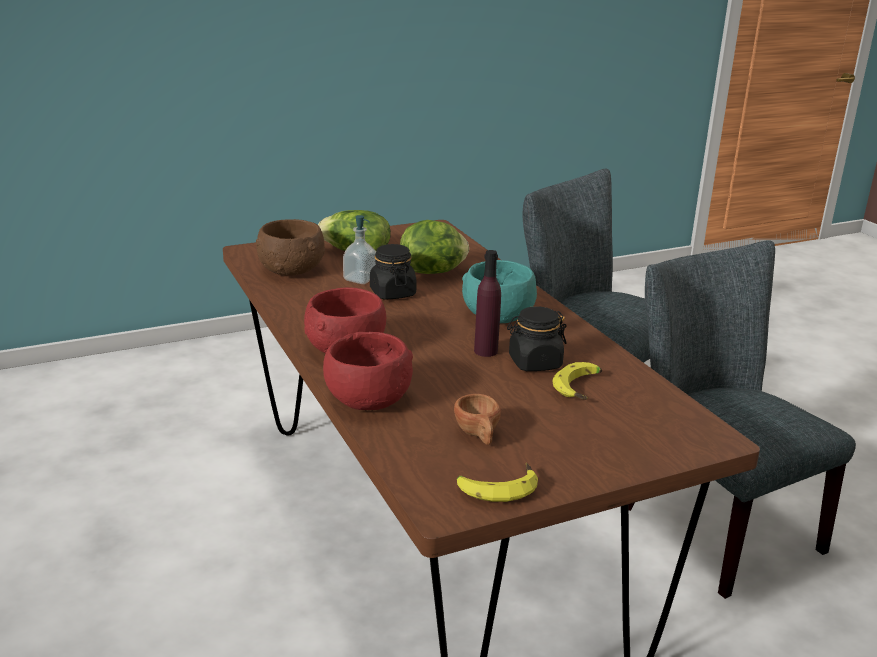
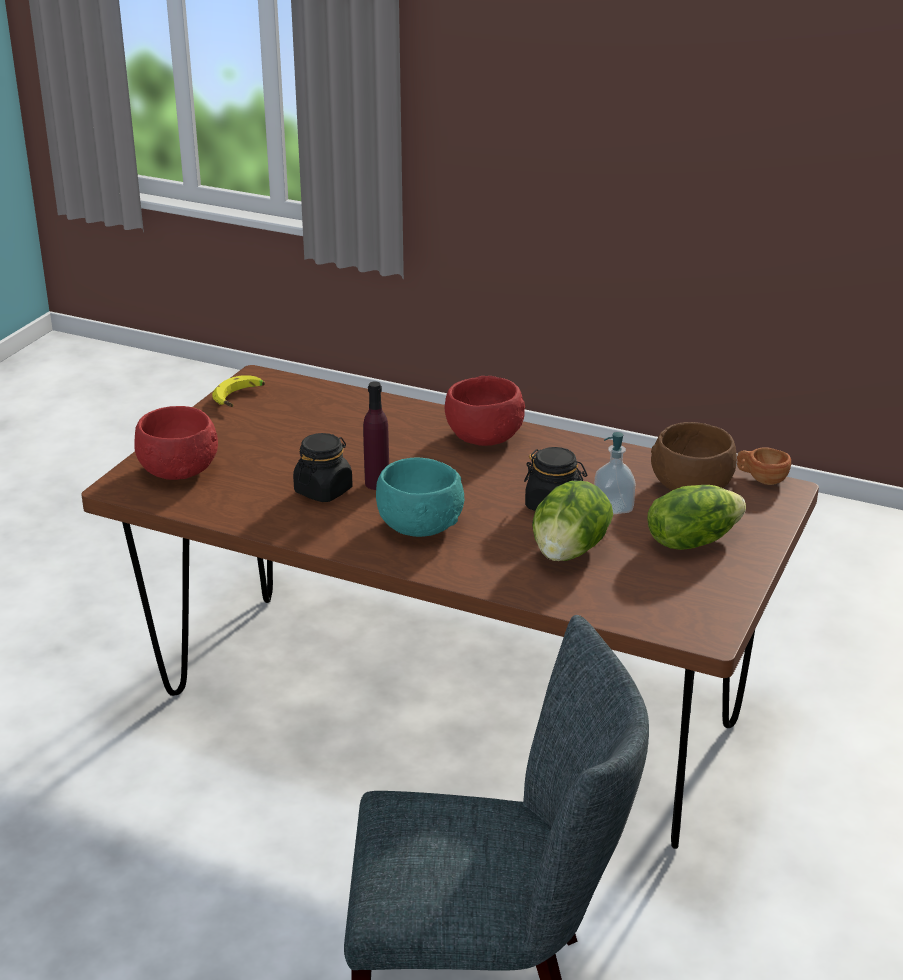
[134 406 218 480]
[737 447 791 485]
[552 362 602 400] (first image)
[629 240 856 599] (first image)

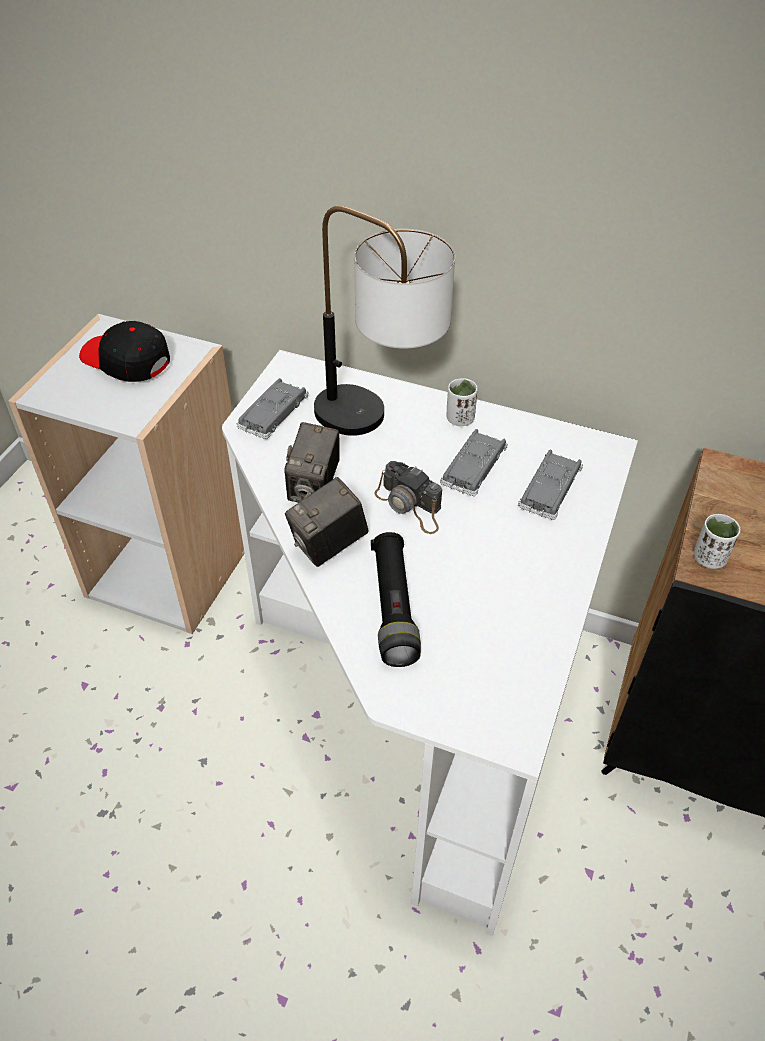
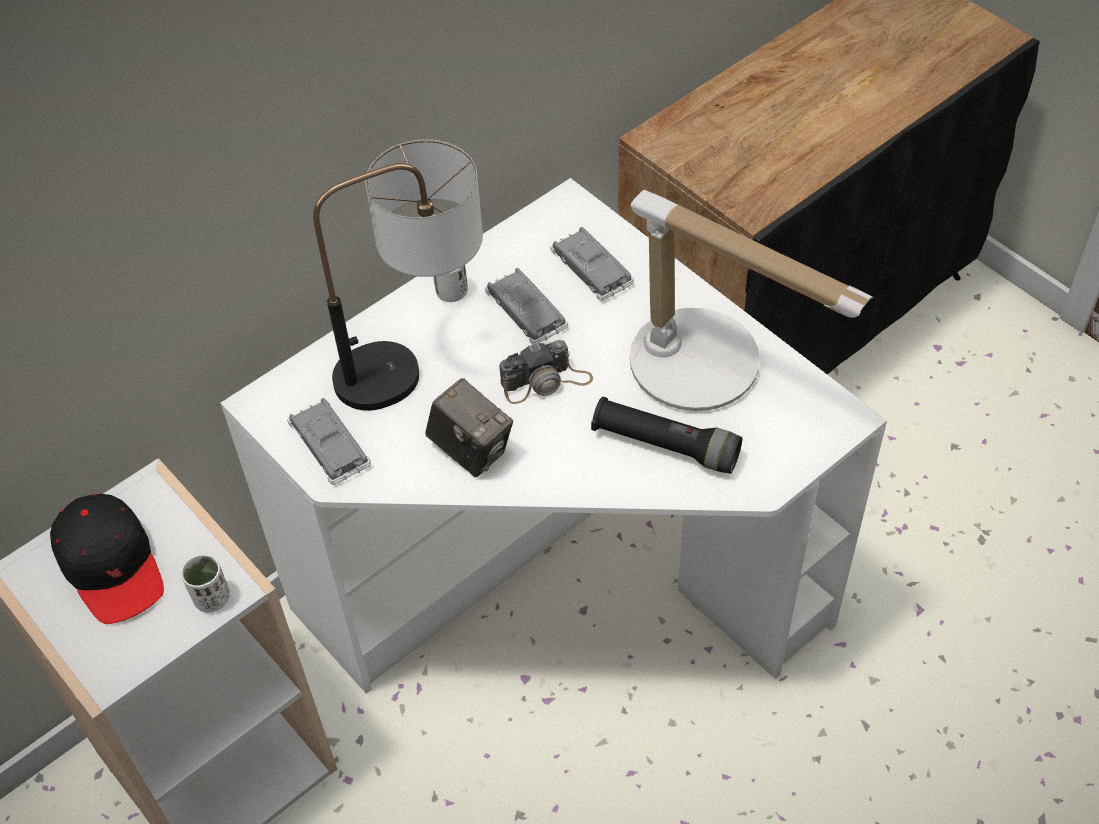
[50 494 164 624]
[285 477 369 567] (first image)
[181 554 230 613]
[630 190 873 411]

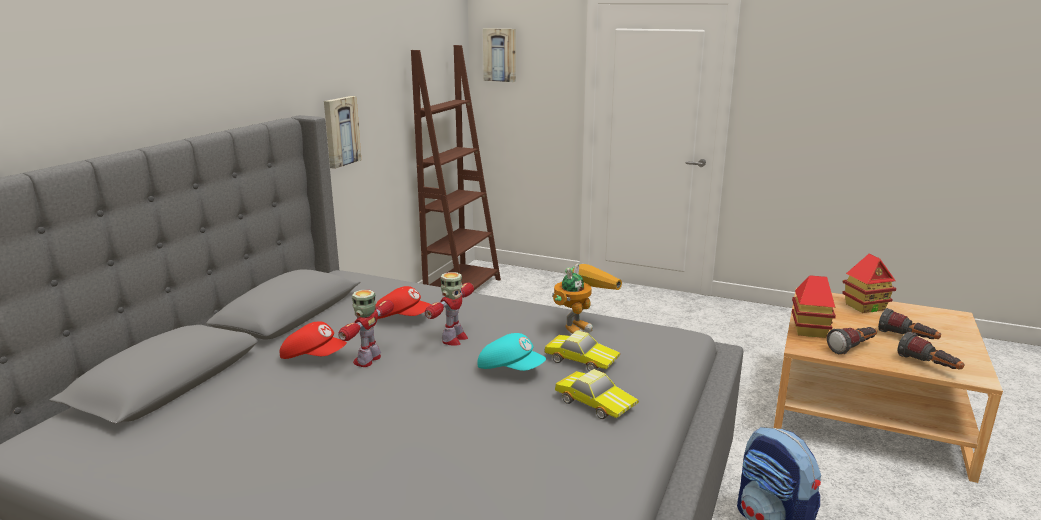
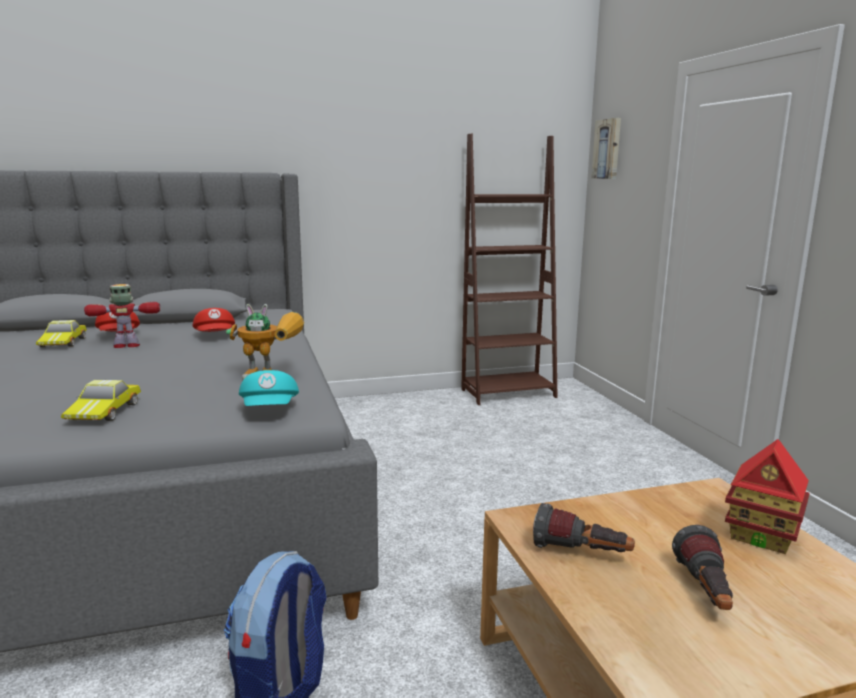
[324 96 361 169] (first image)
[425 272 474 346] (first image)
[239 370 299 406]
[36 320 87 347]
[792 275 836 338] (first image)
[898 332 964 370] (first image)

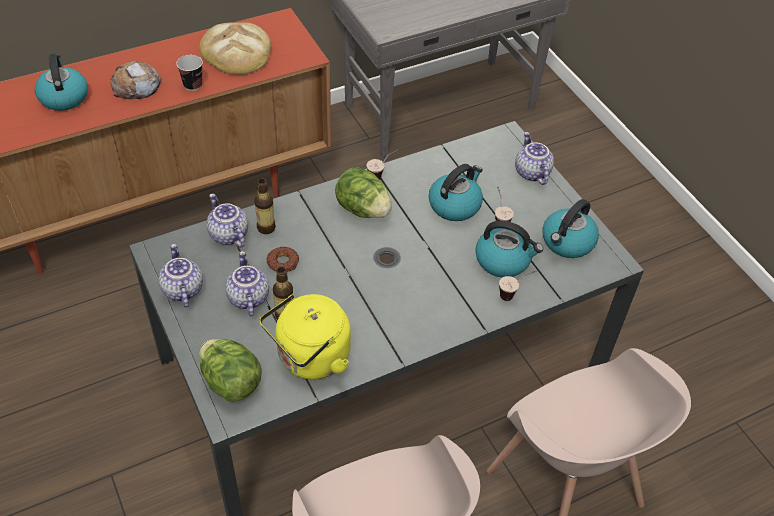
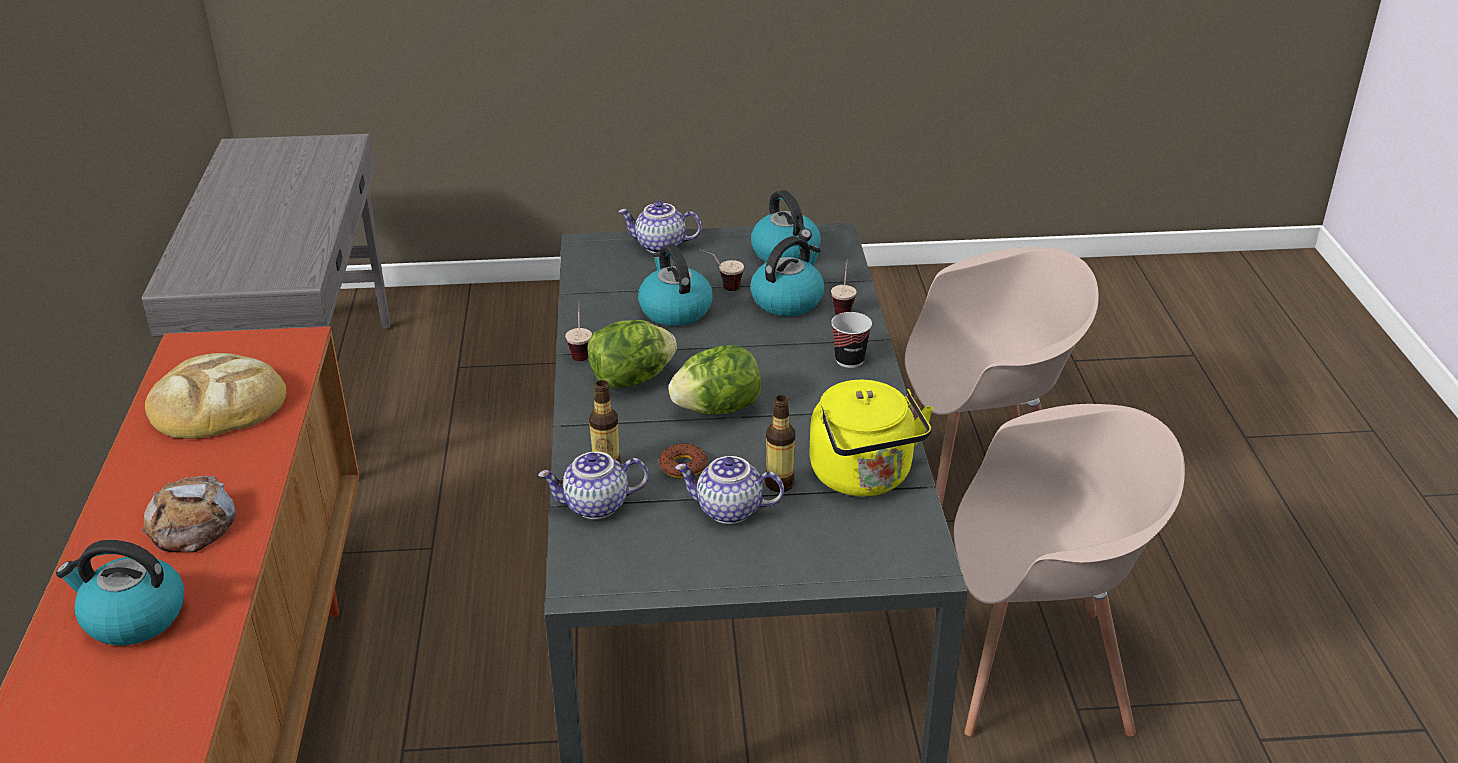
[159 244 203 308] (first image)
[831 312 872 368]
[668 345 761 414]

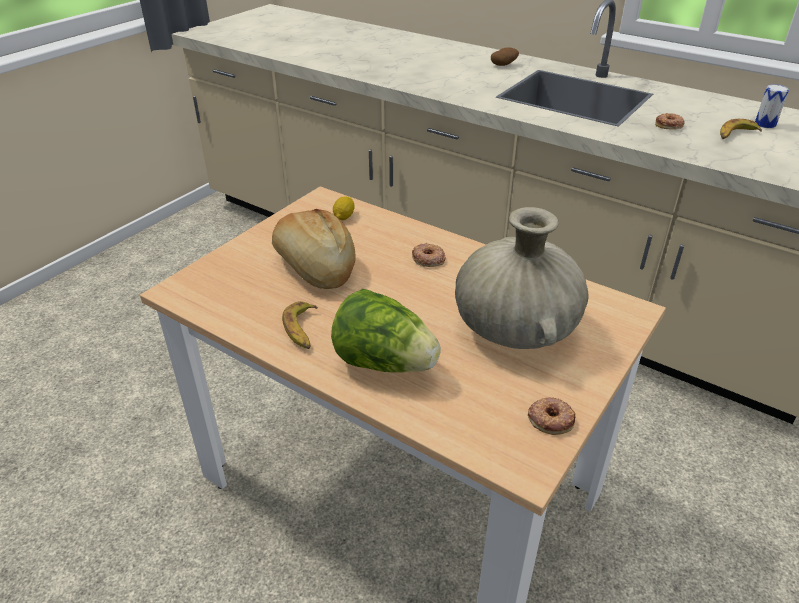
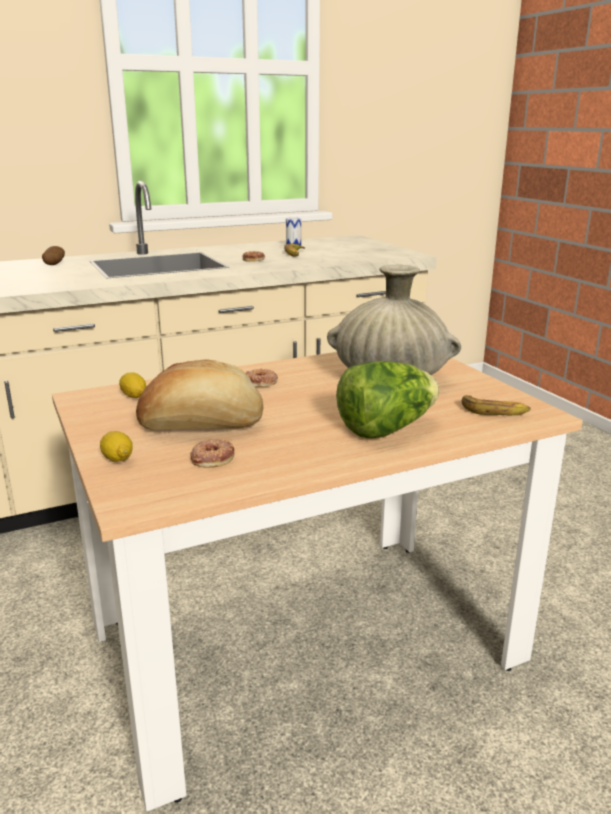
[462 395 531 415]
[190 439 235 468]
[100 431 133 462]

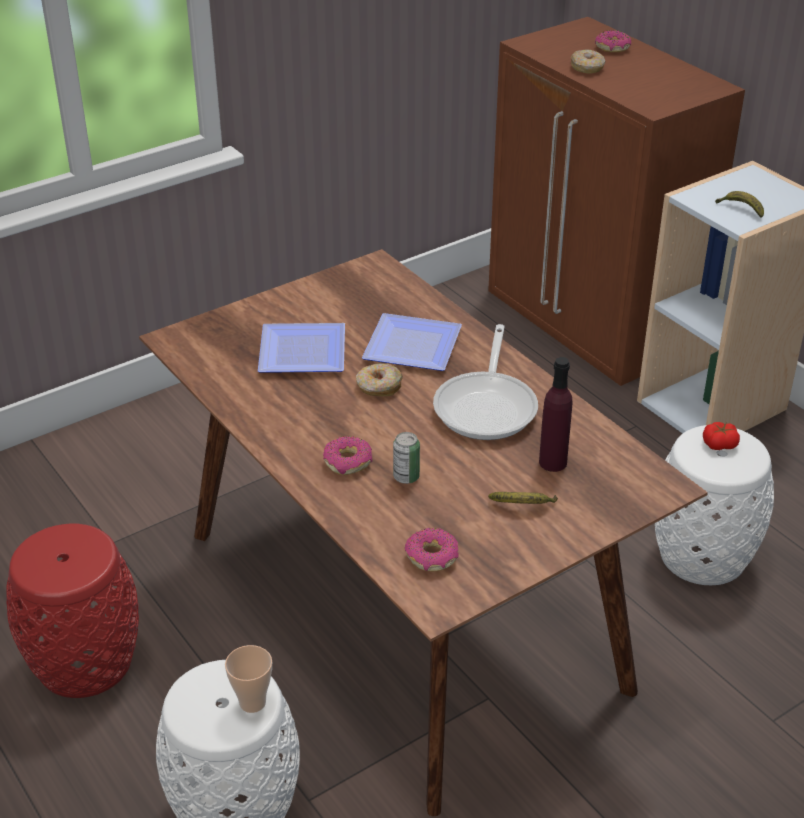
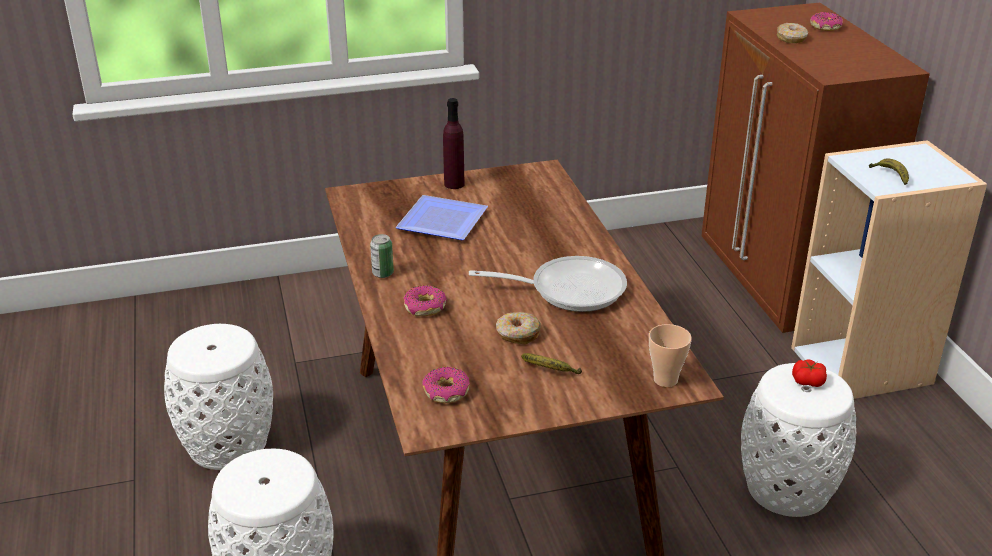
[164 324 273 470]
[649 324 692 387]
[496 312 541 344]
[362 313 462 371] (first image)
[370 234 394 278]
[469 256 627 312]
[443 98 465 189]

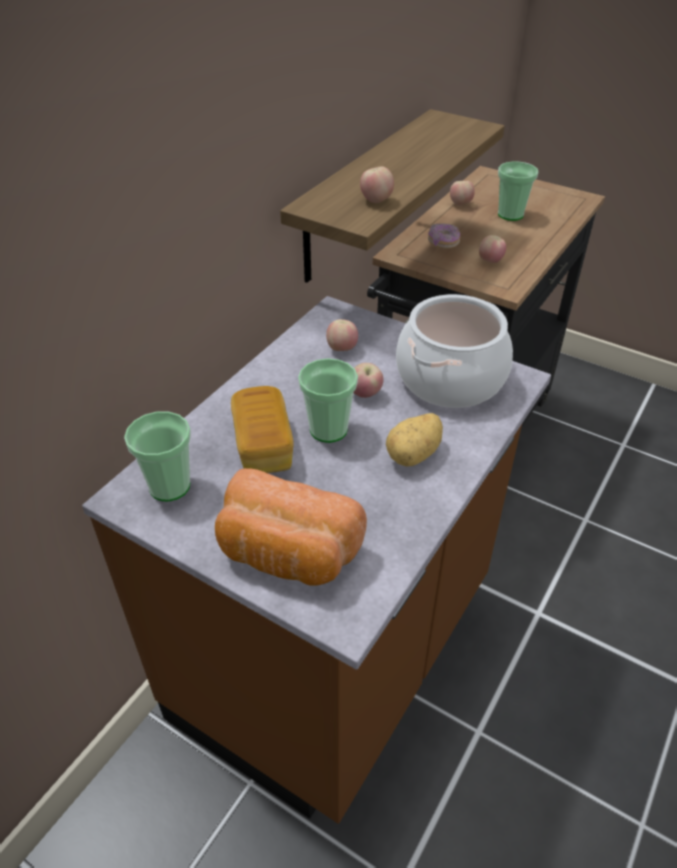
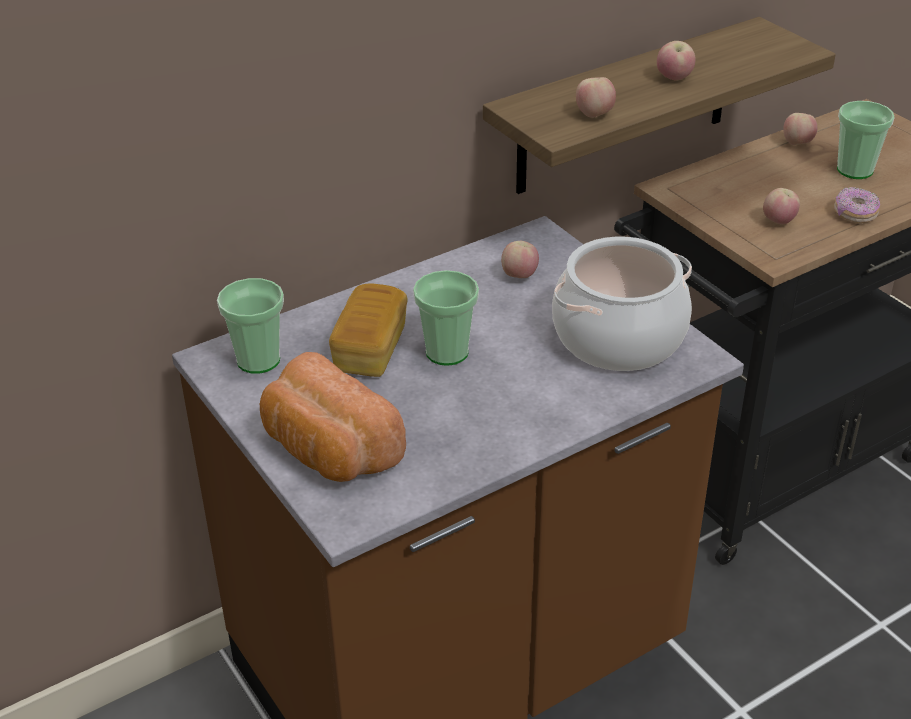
[657 41 696 81]
[386 413 443 467] (first image)
[834 187 880 223]

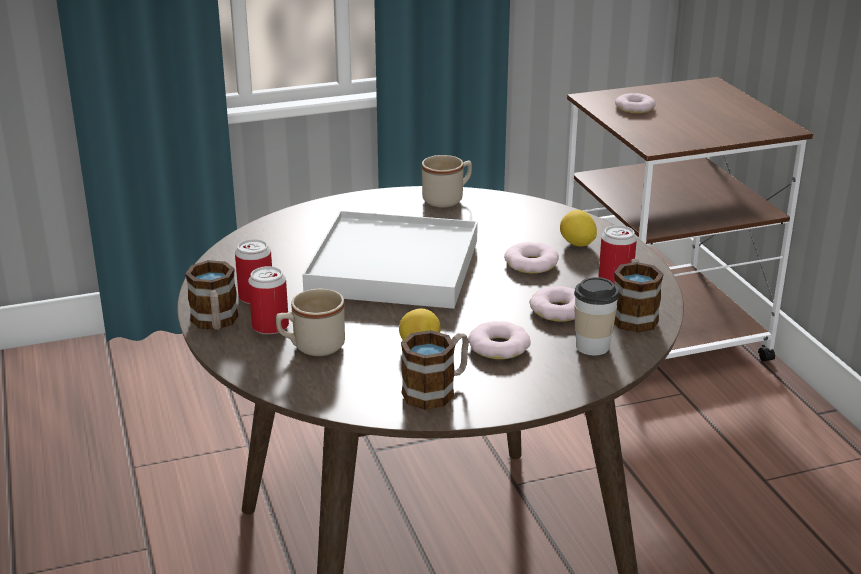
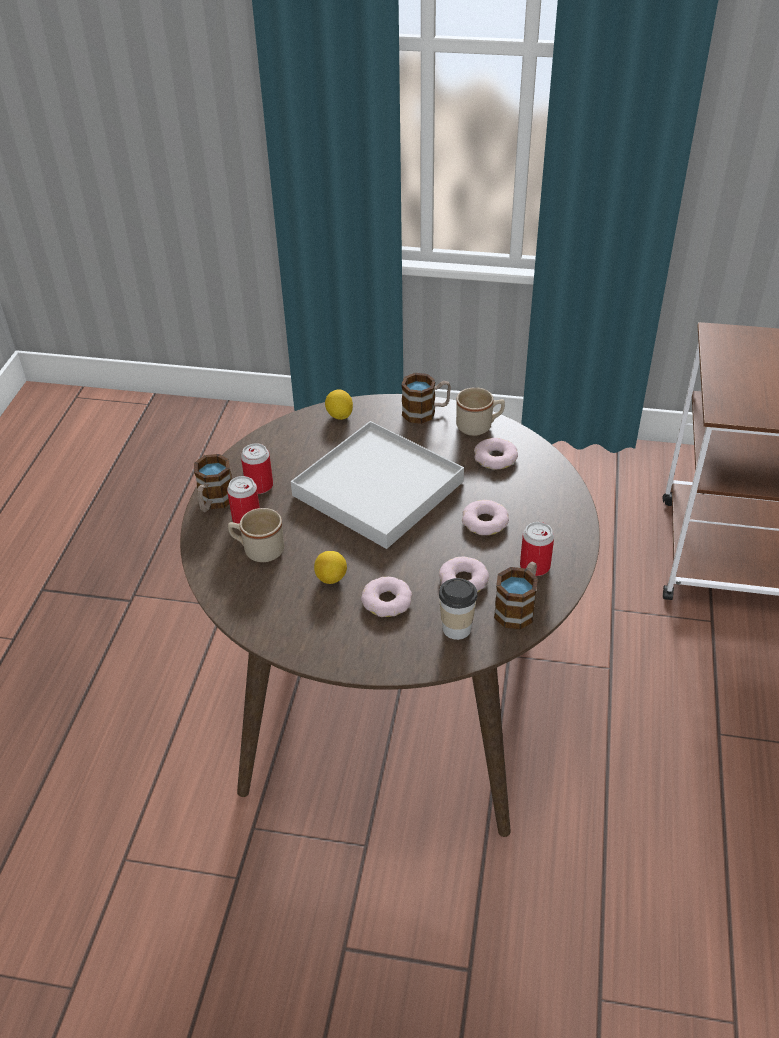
[401 373 451 424]
[325 389 353 420]
[474 438 518 470]

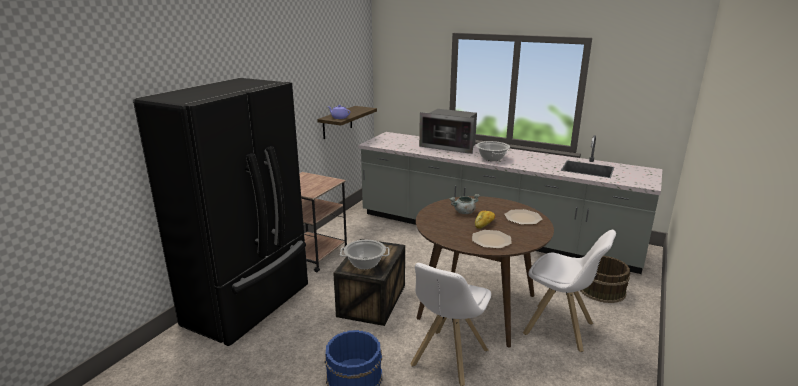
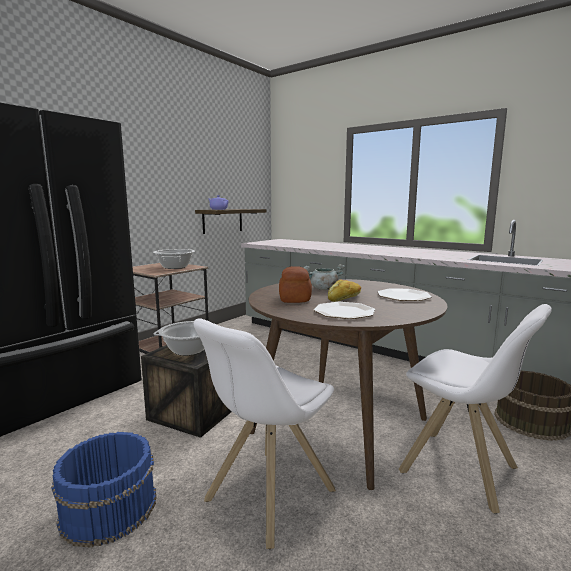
[419 109 477 154] (first image)
[153 249 195 269]
[279 266 312 303]

